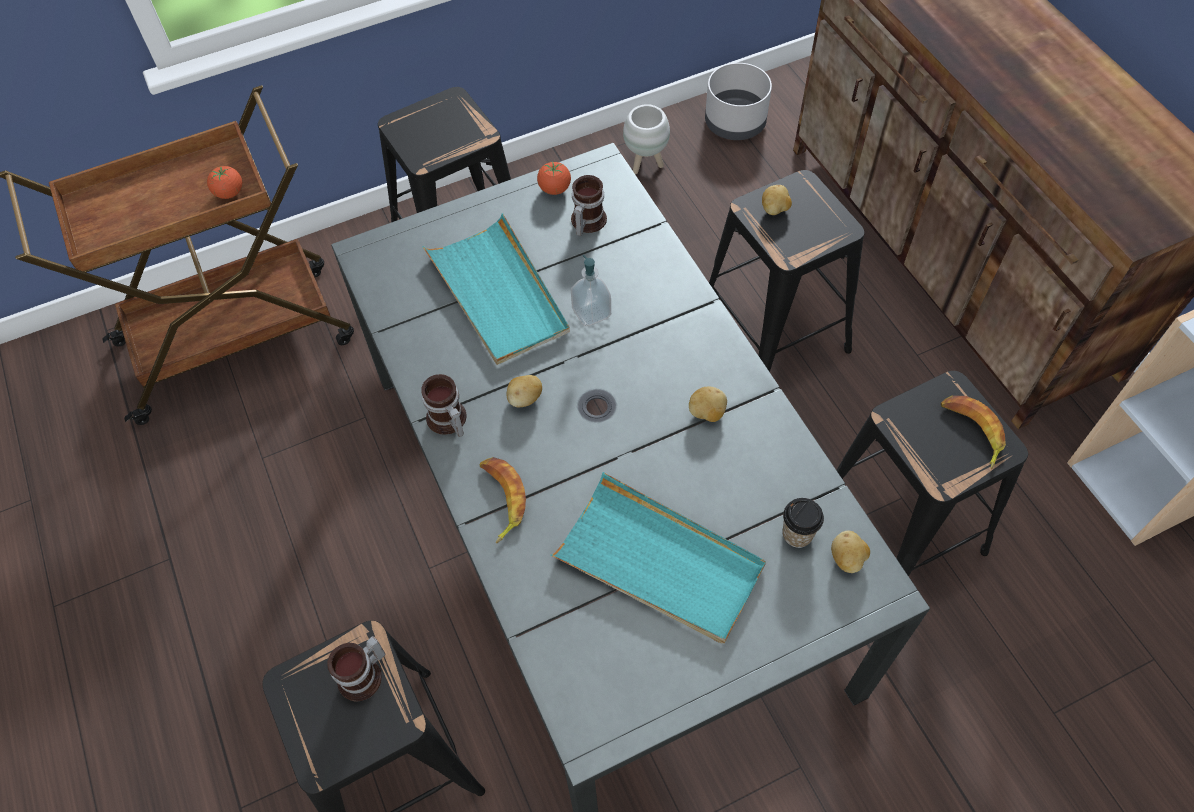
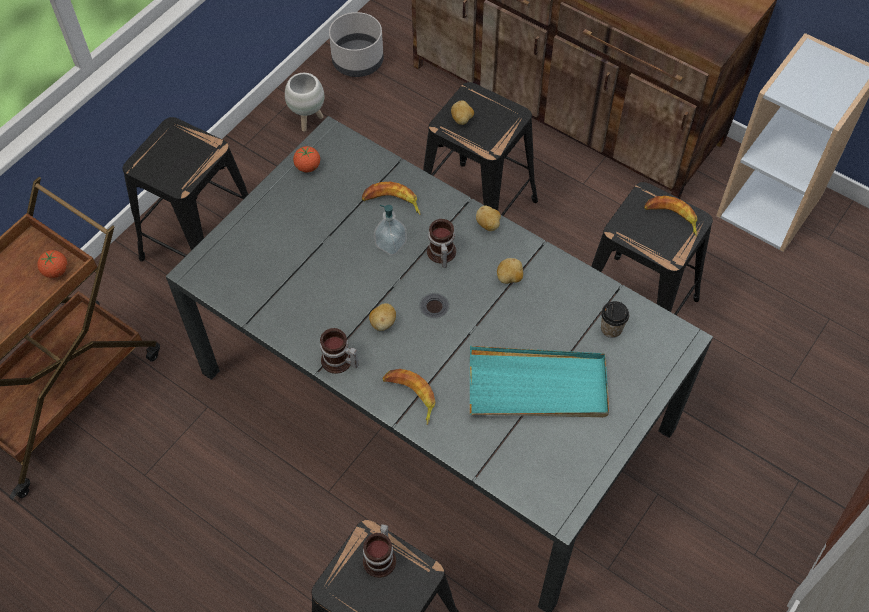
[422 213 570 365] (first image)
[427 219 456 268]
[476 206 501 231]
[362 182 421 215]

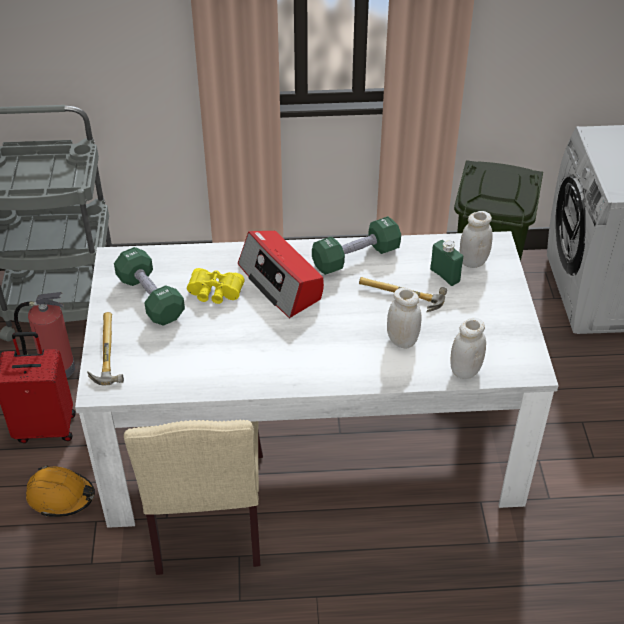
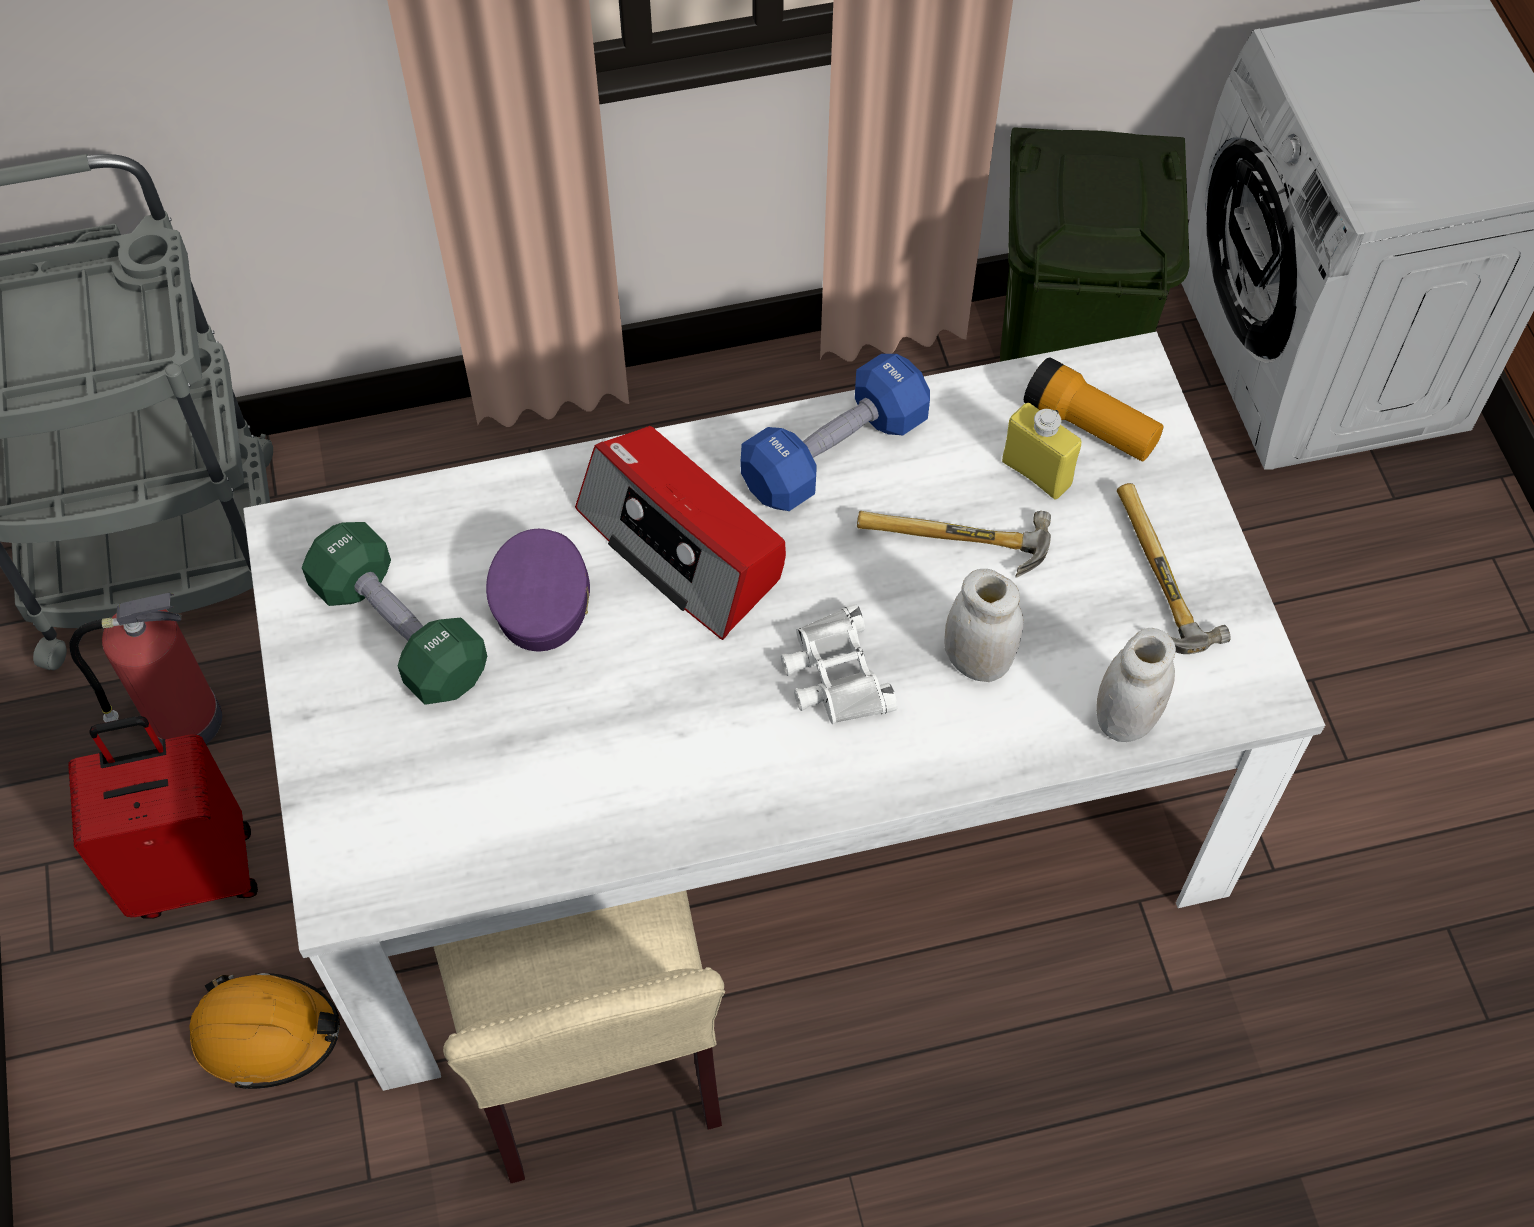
[1117 483 1231 654]
[486 529 590 651]
[741 354 930 511]
[1002 403 1081 500]
[1024 357 1164 462]
[781 604 897 724]

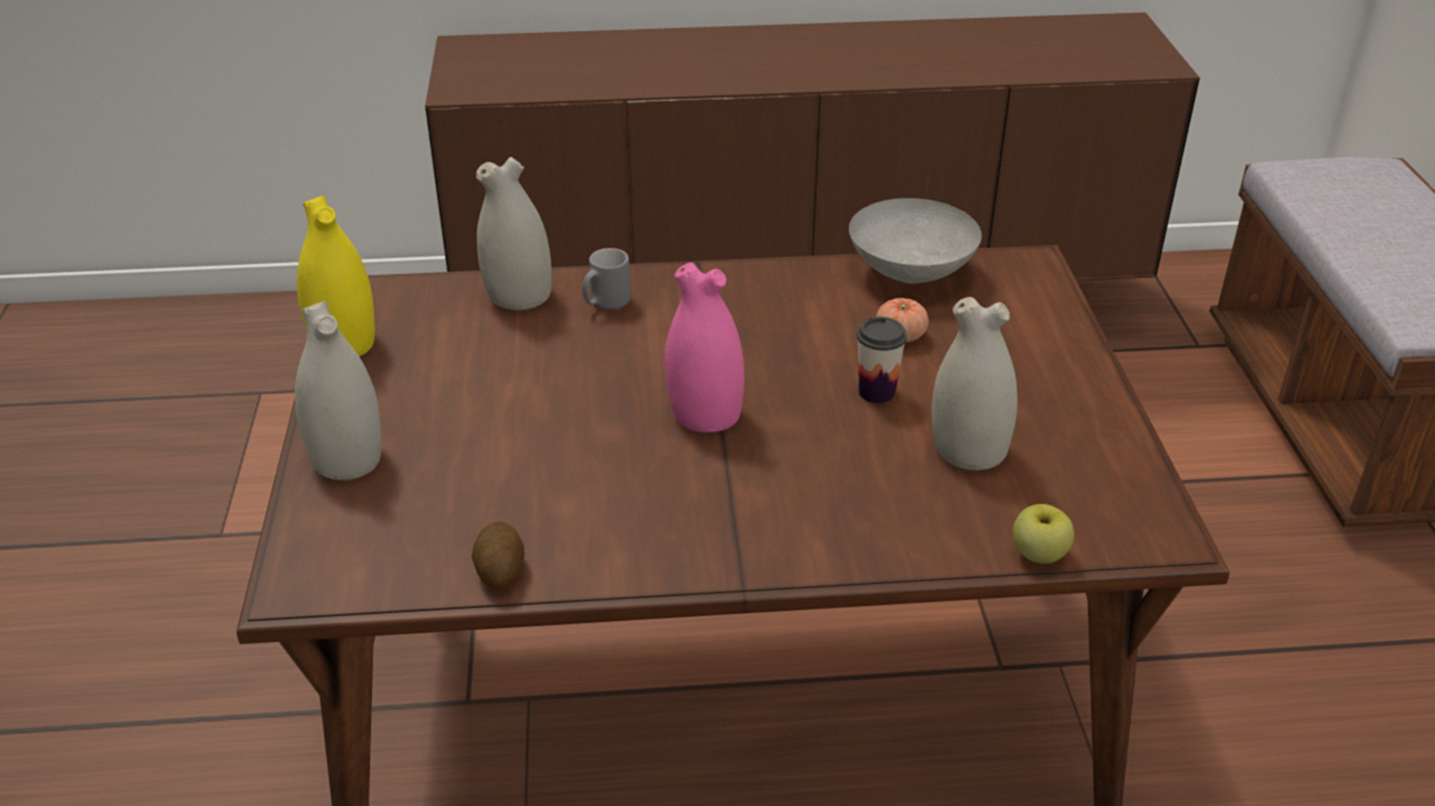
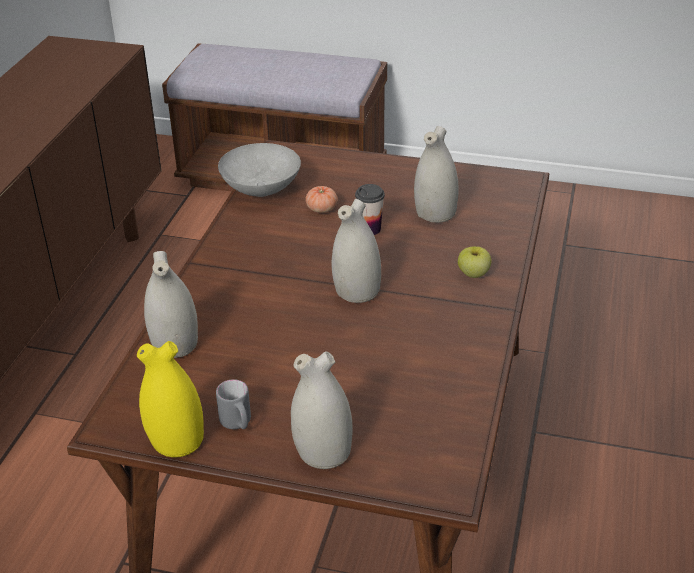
[472 522 525 588] (first image)
[216 379 251 429]
[332 199 381 303]
[458 246 491 278]

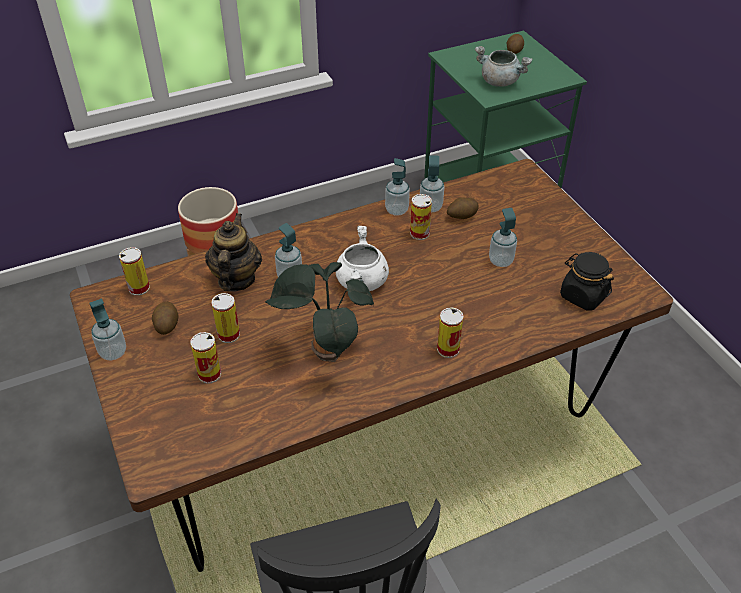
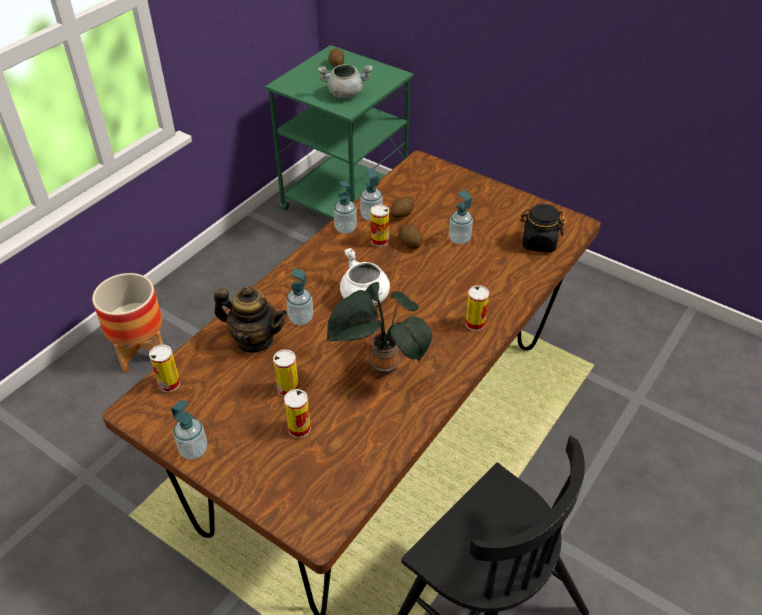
[398 224 423 249]
[214 285 287 353]

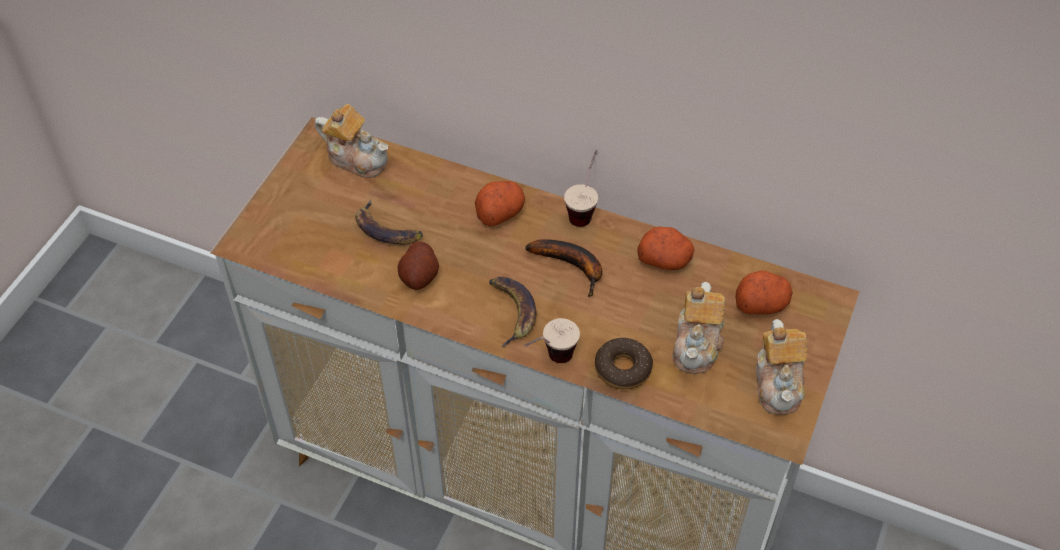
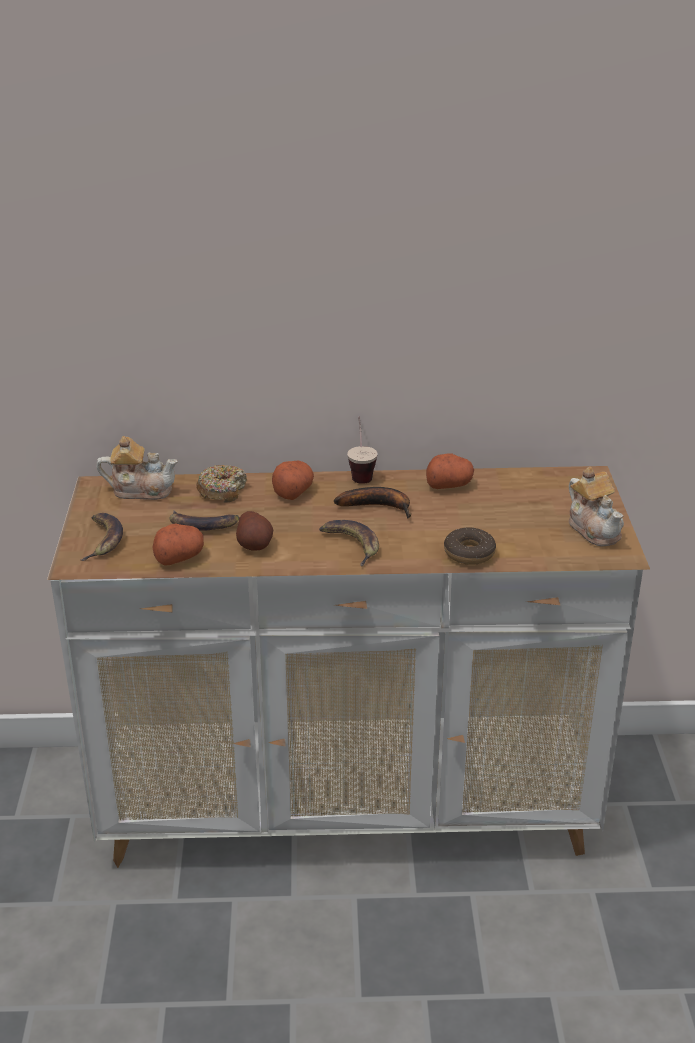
[524 318 580 363] (first image)
[672 282 725 374] (first image)
[152 523 204 566]
[81 513 123 561]
[196 465 247 503]

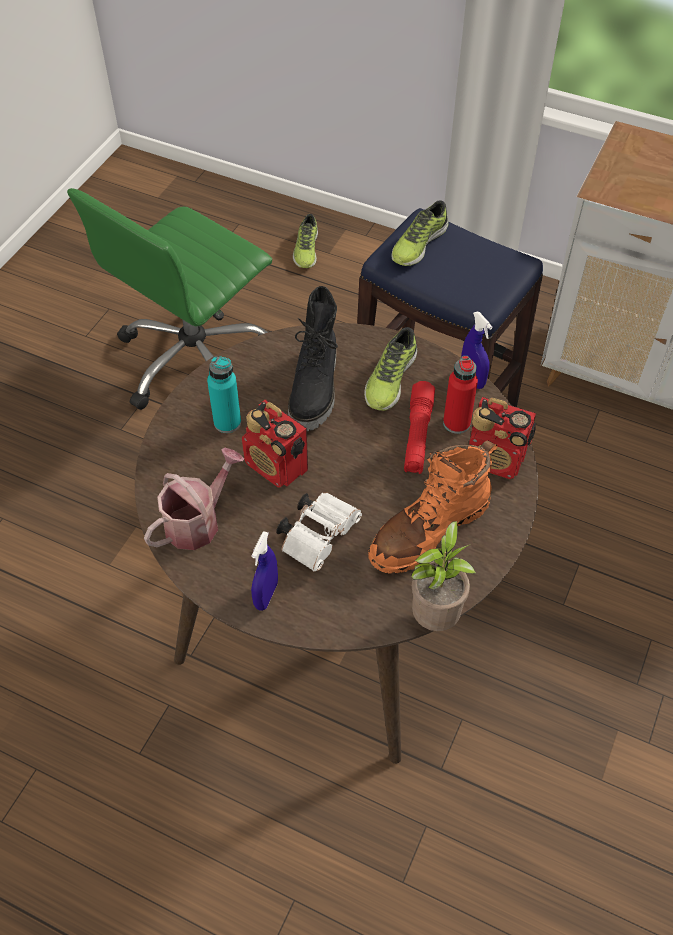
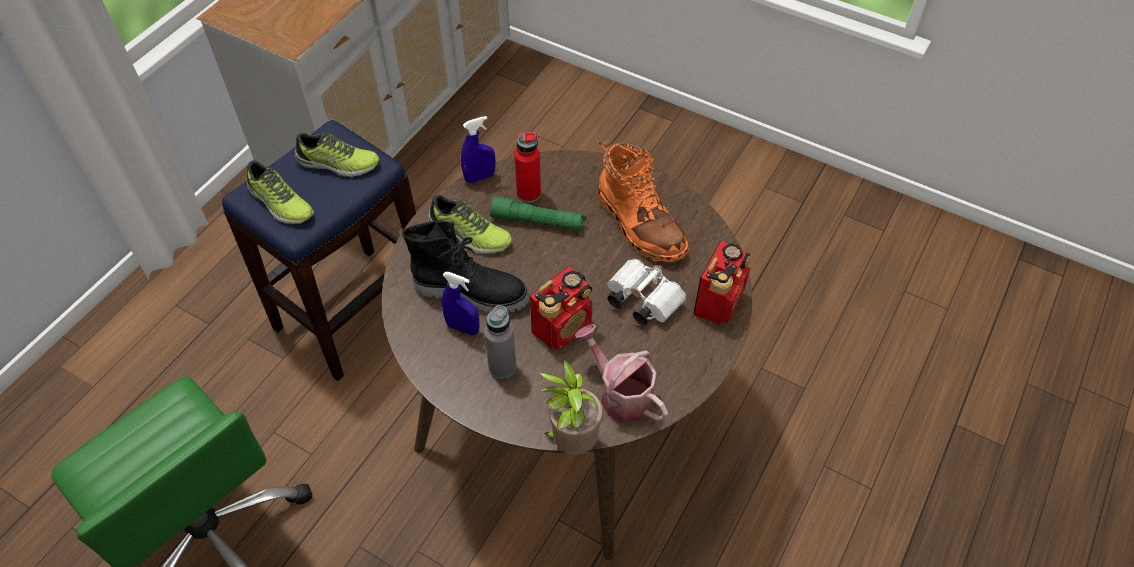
[484 305 516 379]
[442 272 479 336]
[295 133 379 177]
[490 196 586 231]
[539 359 603 454]
[693 241 750 324]

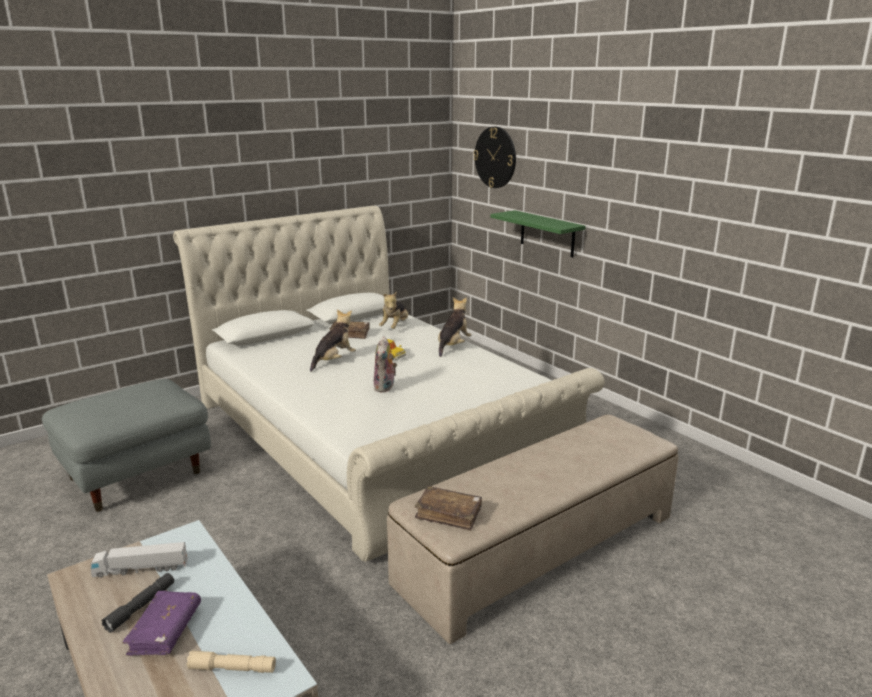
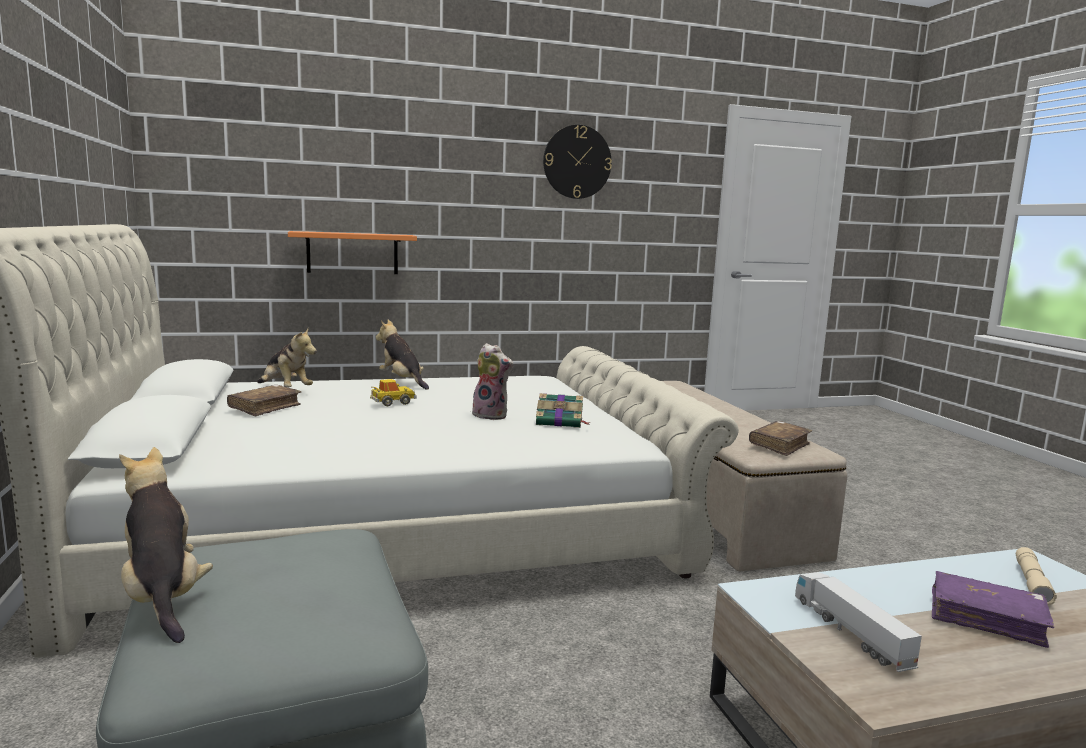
[795 572 922 672]
[101 573 174 633] (first image)
[119 447 213 643]
[543 125 612 199]
[288 231 417 274]
[536 393 590 428]

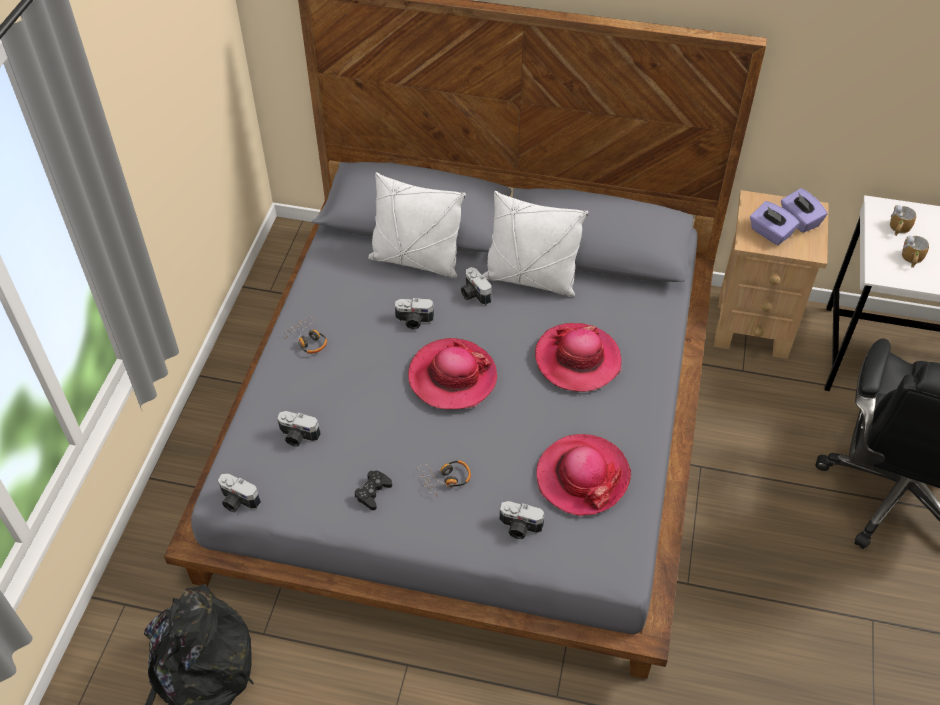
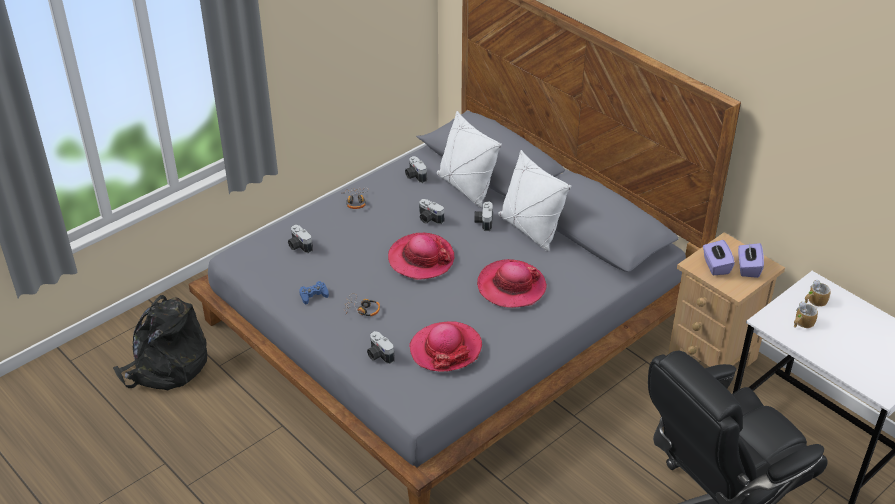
[405 156 427 183]
[299 281 329 304]

